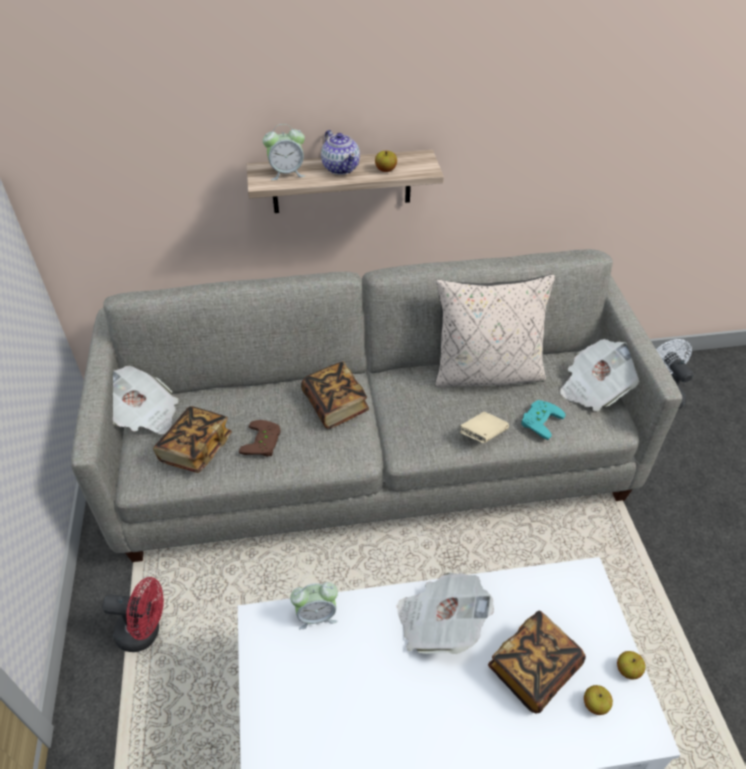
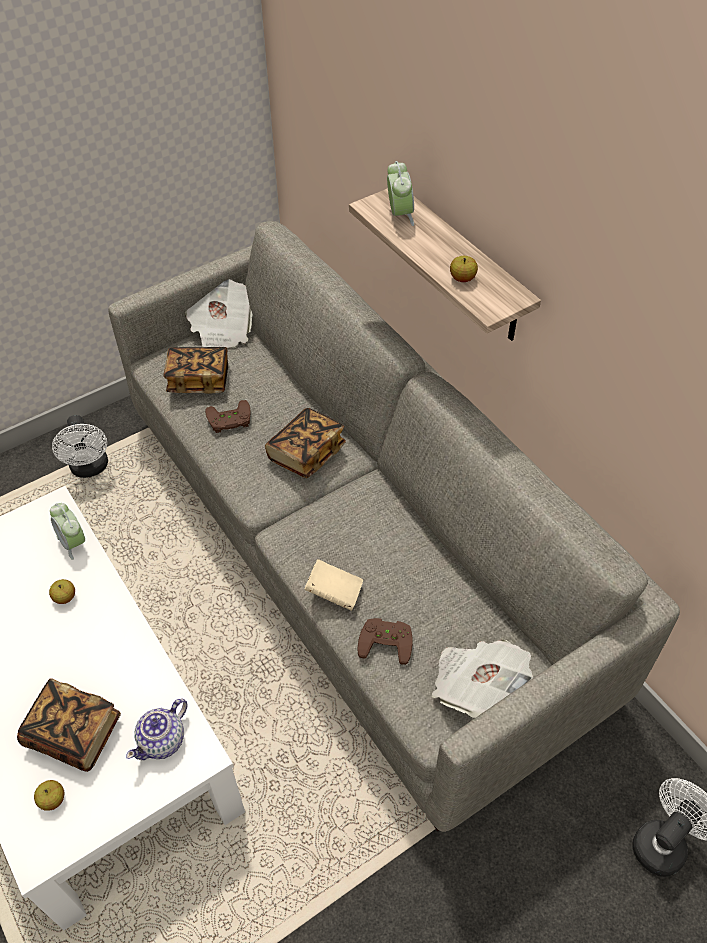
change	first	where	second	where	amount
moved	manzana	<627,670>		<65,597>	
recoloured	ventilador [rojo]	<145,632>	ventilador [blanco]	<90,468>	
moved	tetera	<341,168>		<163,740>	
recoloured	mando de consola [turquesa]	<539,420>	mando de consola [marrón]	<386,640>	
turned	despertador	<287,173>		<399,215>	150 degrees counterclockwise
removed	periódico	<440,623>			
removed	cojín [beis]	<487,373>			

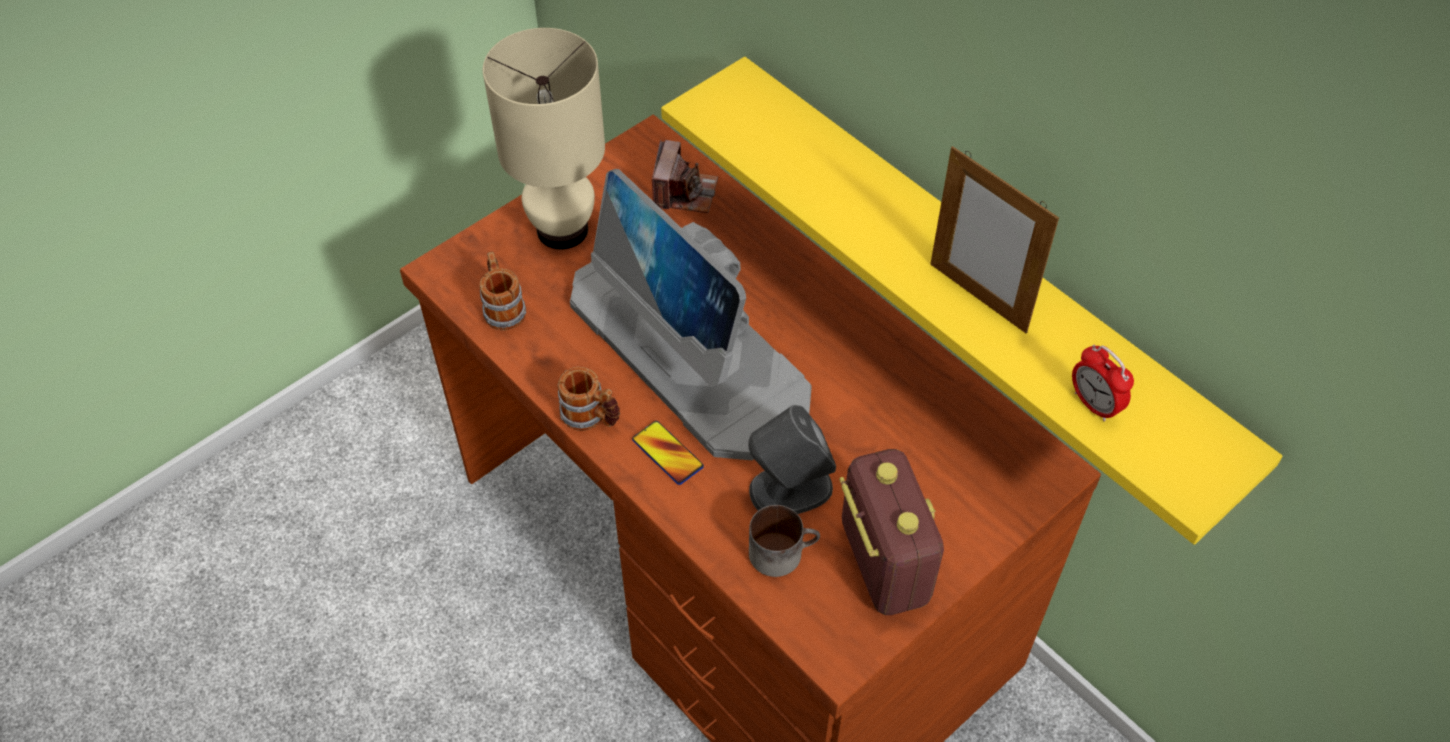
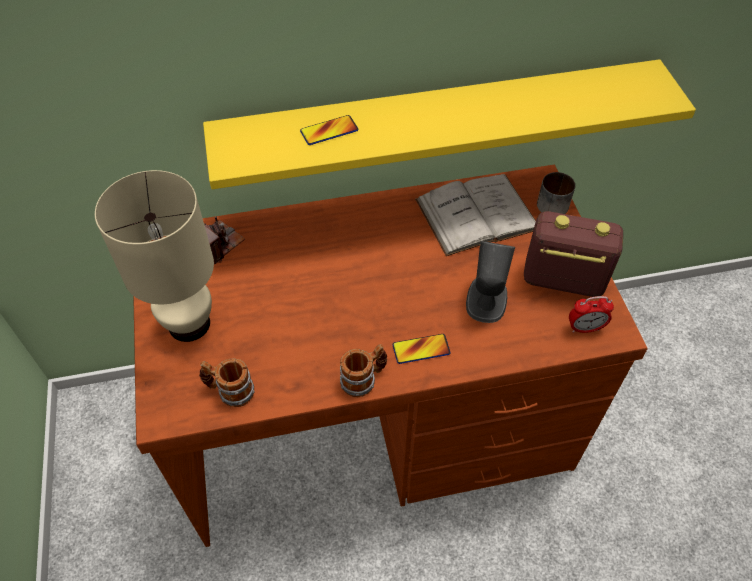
change	first	where	second	where	amount
added			móvil	<329,131>	
added			libro [blanco]	<477,214>	
moved	taza grande	<782,551>		<552,202>	
moved	despertador	<1094,404>		<585,328>	
removed	monitor	<689,349>			
removed	portarretratos	<978,297>			

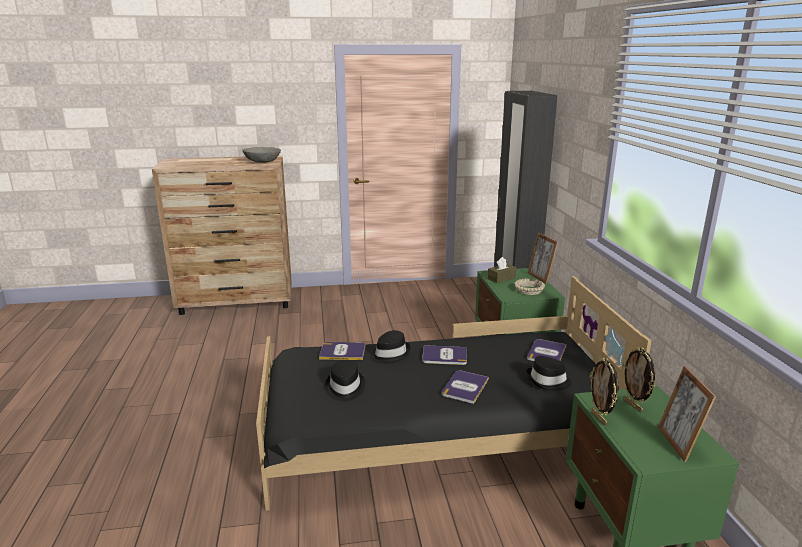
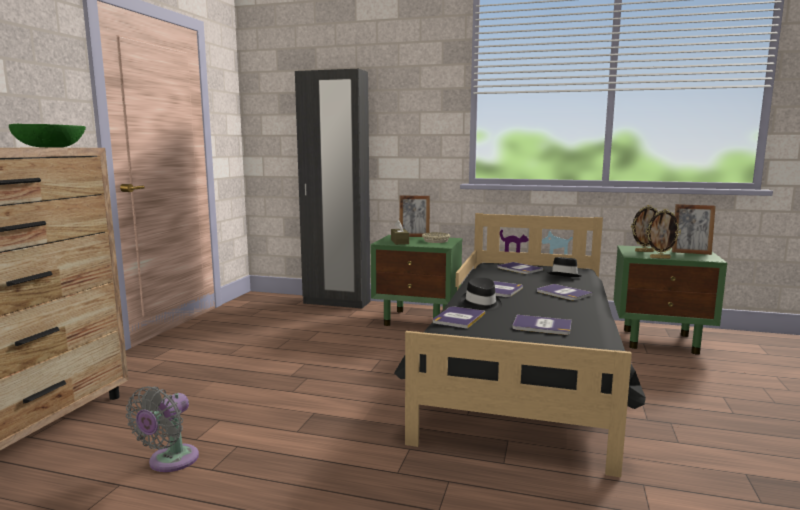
change	first	where	second	where	amount
recoloured	cuenco [gris]	<262,161>	cuenco [verde]	<49,147>	
added			ventilador [gris]	<170,462>	
replaced	sombrero [negro]	<344,387>	libro	<542,326>	

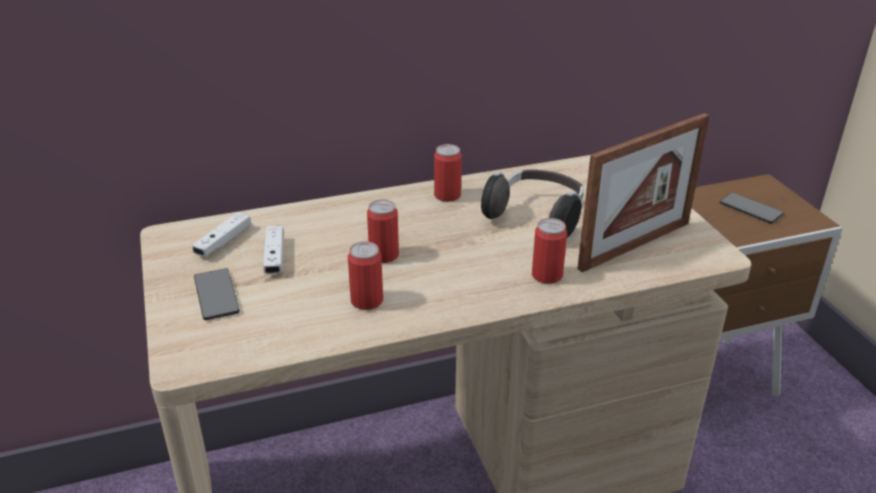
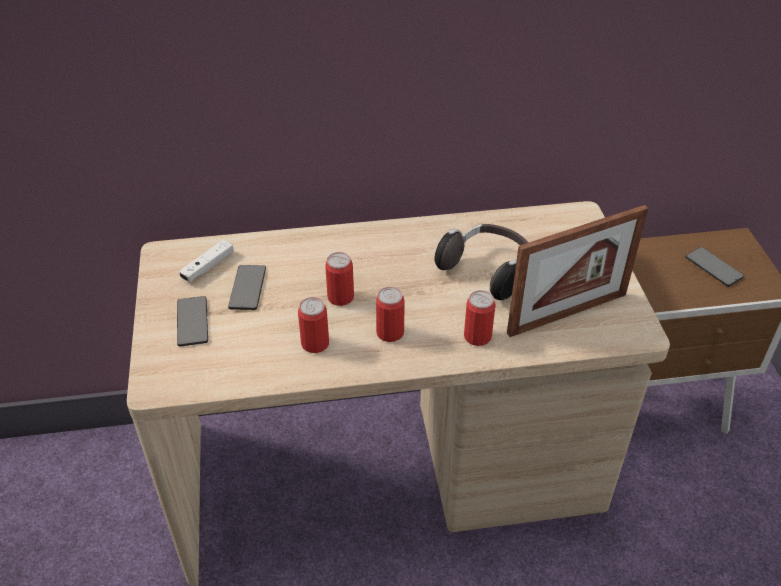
change	first	where	second	where	amount
replaced	mando de consola [blanco]	<274,257>	móvil	<247,288>	
moved	lata	<447,195>		<390,333>	

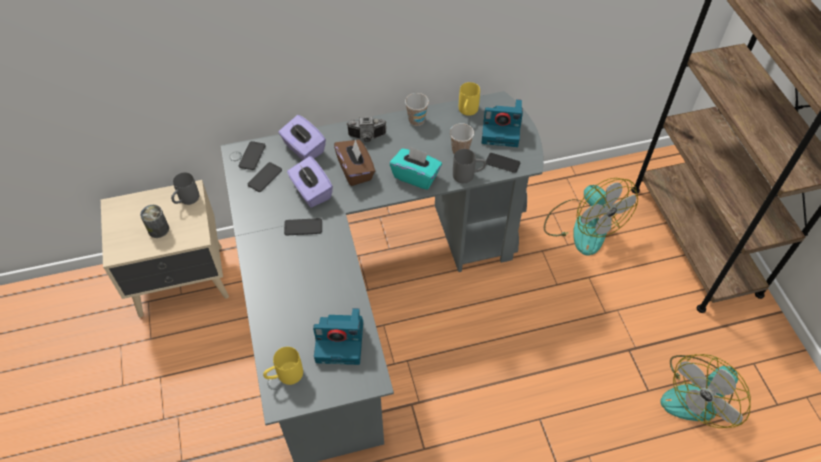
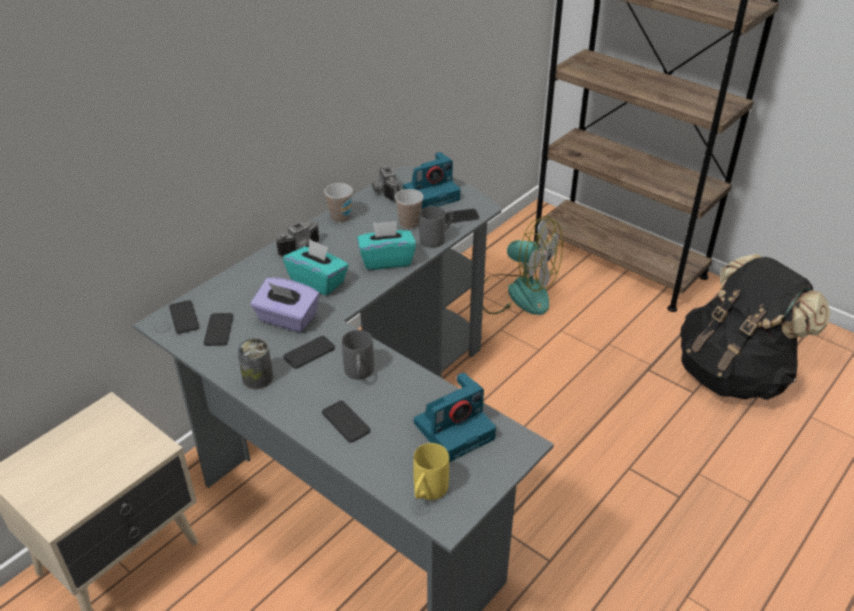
change	first	where	second	where	amount
moved	lata	<158,229>		<258,378>	
recoloured	caja de pañuelos [marrón]	<355,170>	caja de pañuelos [turquesa]	<318,281>	
added			móvil	<346,422>	
moved	taza grande [gris]	<186,200>		<359,374>	
replaced	taza grande [amarillo]	<467,112>	cámara	<384,193>	
replaced	ventilador	<698,395>	mochila [negro]	<733,374>	
removed	caja de pañuelos [morado]	<303,149>			

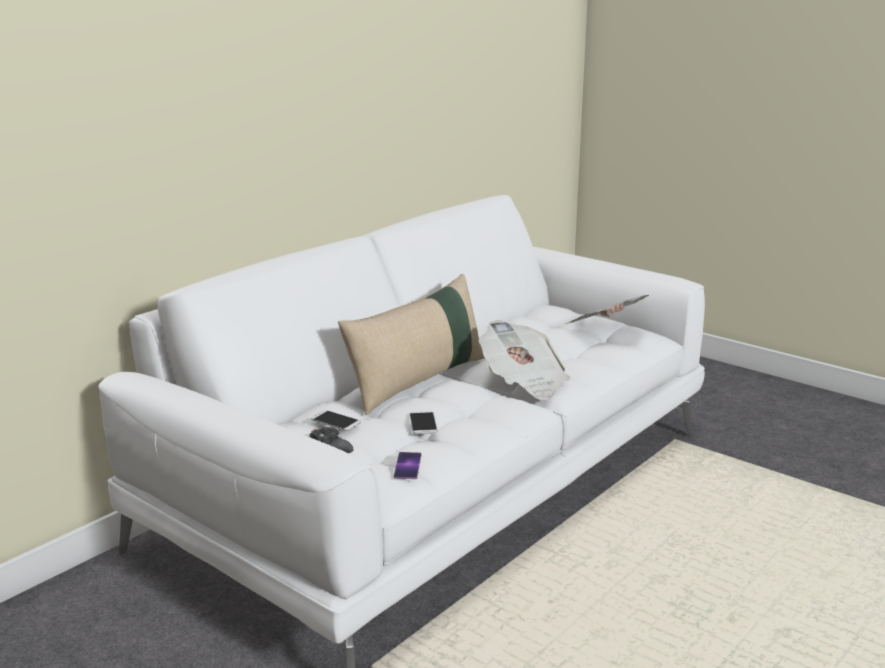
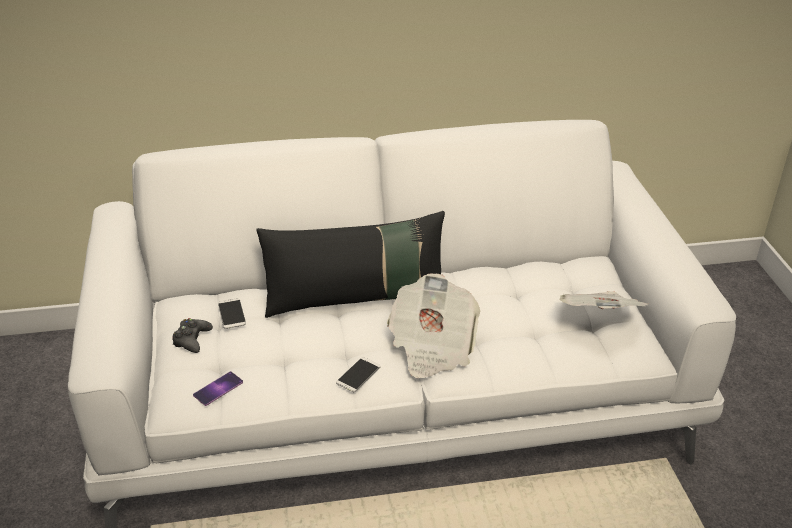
change	first	where	second	where	amount
recoloured	cojín [beis]	<417,381>	cojín [negro]	<355,299>	
moved	móvil	<423,423>		<358,375>	

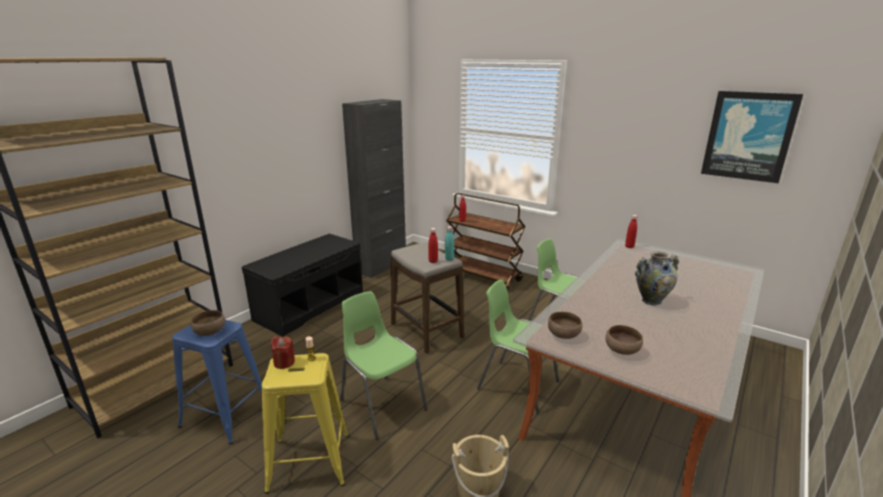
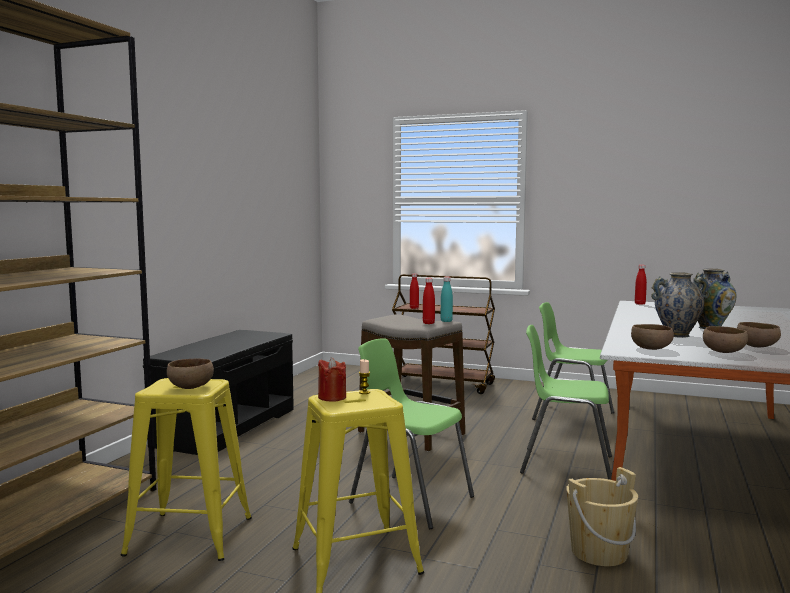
change	first	where	second	where	amount
recoloured	taburete [azul]	<226,415>	taburete [amarillo]	<189,536>	
added			florero	<677,335>	
added			cuenco [marrón]	<758,346>	
removed	armario [negro]	<381,266>			
removed	cuadro	<748,136>			

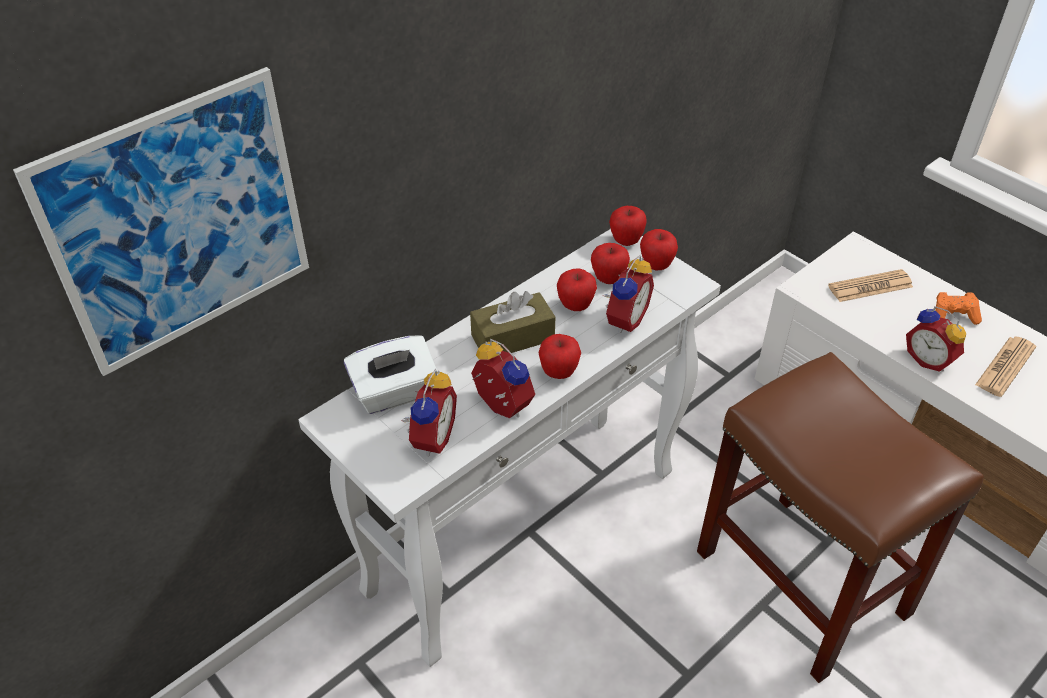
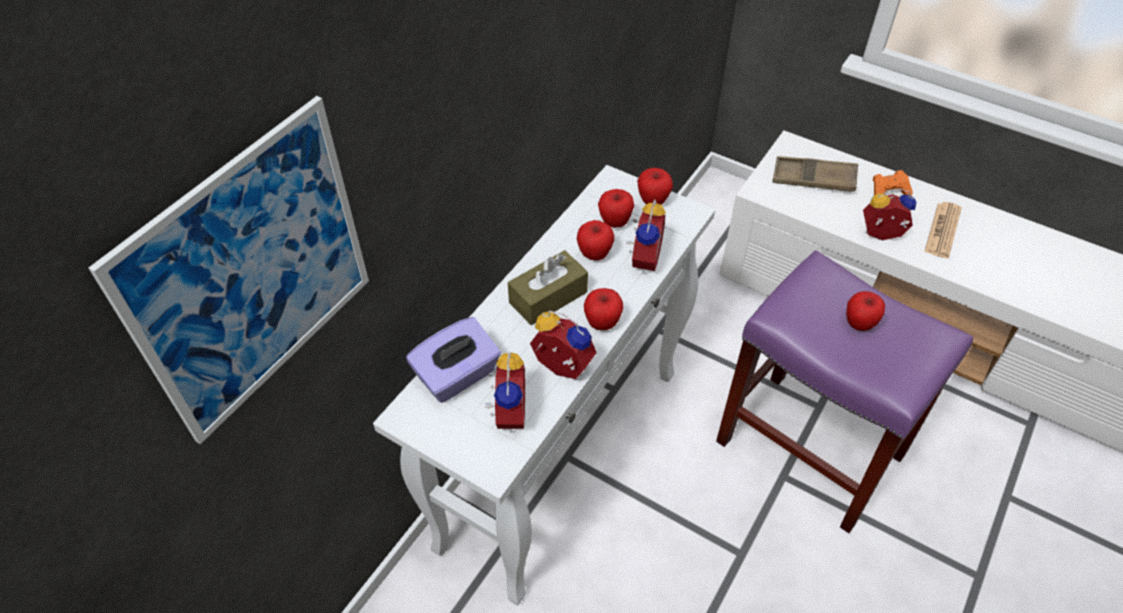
change	first	where	second	where	amount
recoloured	caja de pañuelos [blanco]	<395,393>	caja de pañuelos [morado]	<457,376>	
recoloured	taburete [marrón]	<804,583>	taburete [morado]	<812,448>	
replaced	periódico	<870,287>	bandeja [marrón]	<813,179>	
moved	manzana	<626,241>		<859,324>	
turned	despertador	<929,359>		<881,236>	150 degrees clockwise

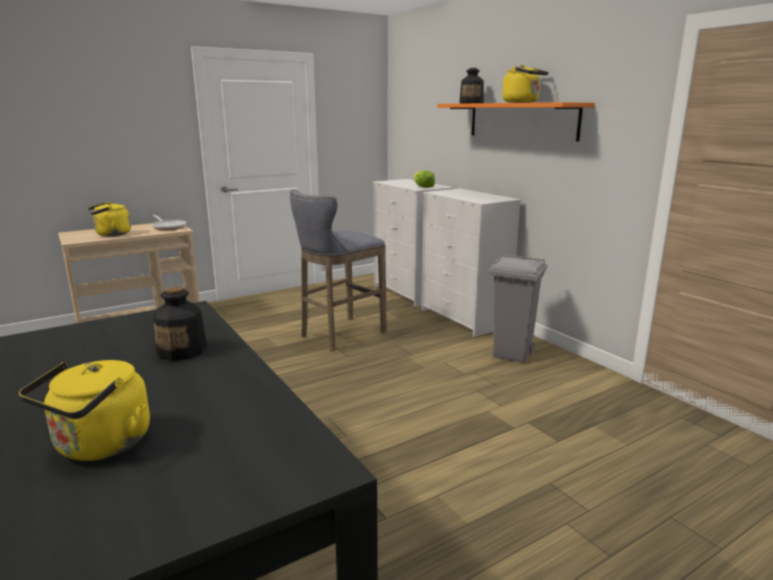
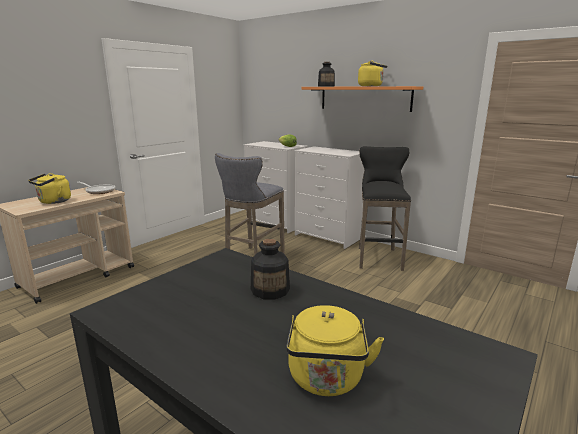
change	first	where	second	where	amount
replaced	papelera [gris]	<512,355>	taburete [negro]	<378,257>	

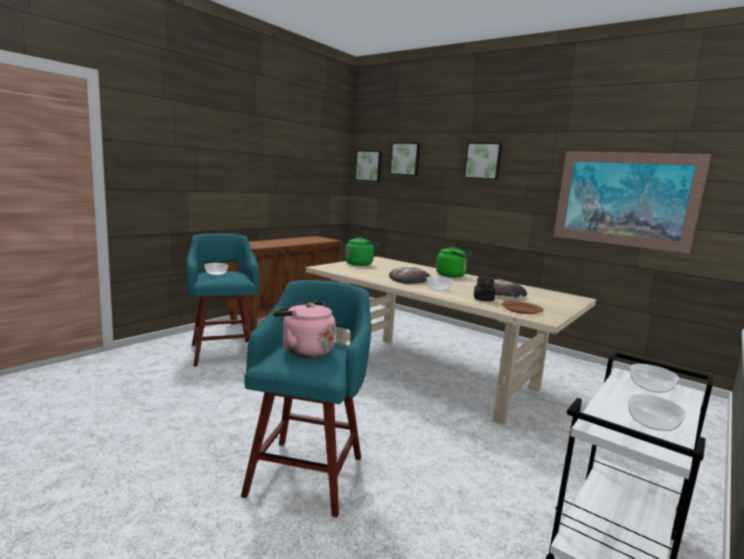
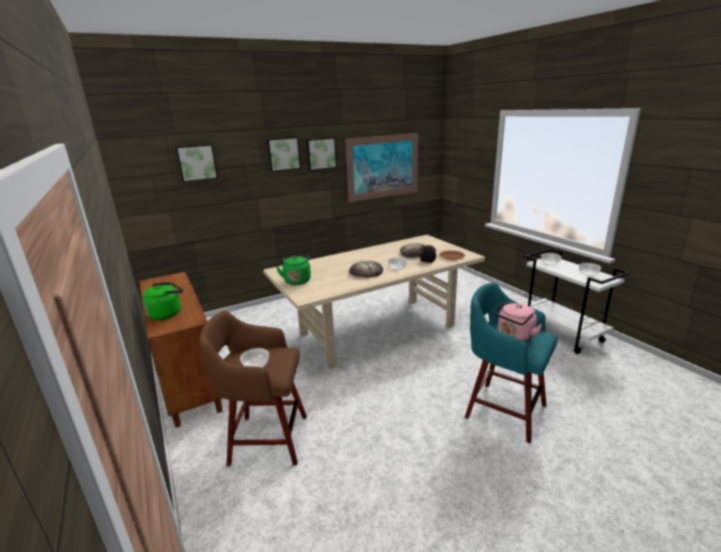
change	first	where	second	where	amount
moved	hervidor [verde]	<452,275>		<167,313>	
recoloured	taburete [turquesa]	<223,351>	taburete [marrón]	<266,439>	
moved	cuadro	<369,166>		<321,153>	

